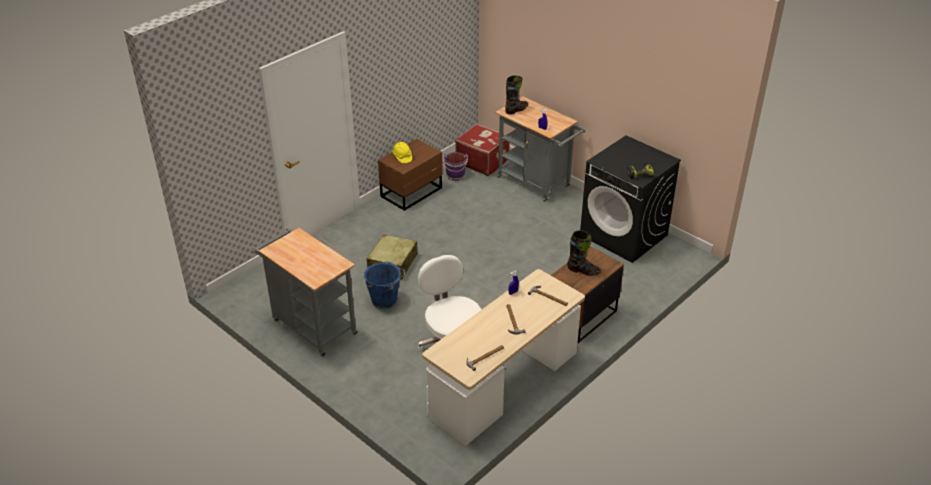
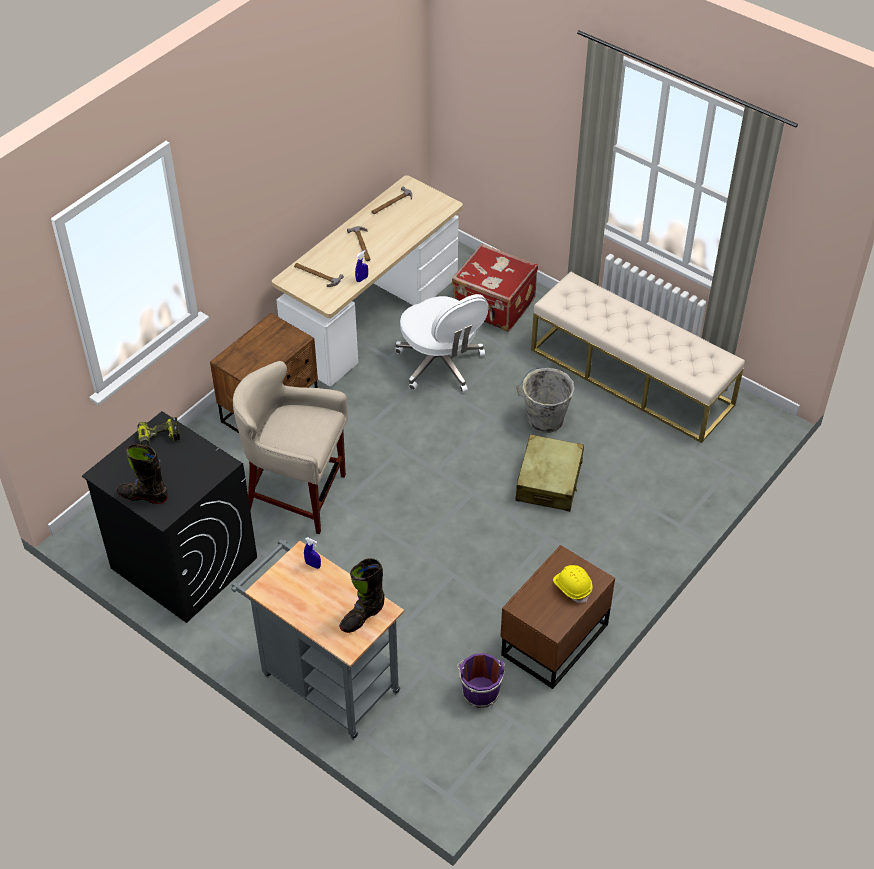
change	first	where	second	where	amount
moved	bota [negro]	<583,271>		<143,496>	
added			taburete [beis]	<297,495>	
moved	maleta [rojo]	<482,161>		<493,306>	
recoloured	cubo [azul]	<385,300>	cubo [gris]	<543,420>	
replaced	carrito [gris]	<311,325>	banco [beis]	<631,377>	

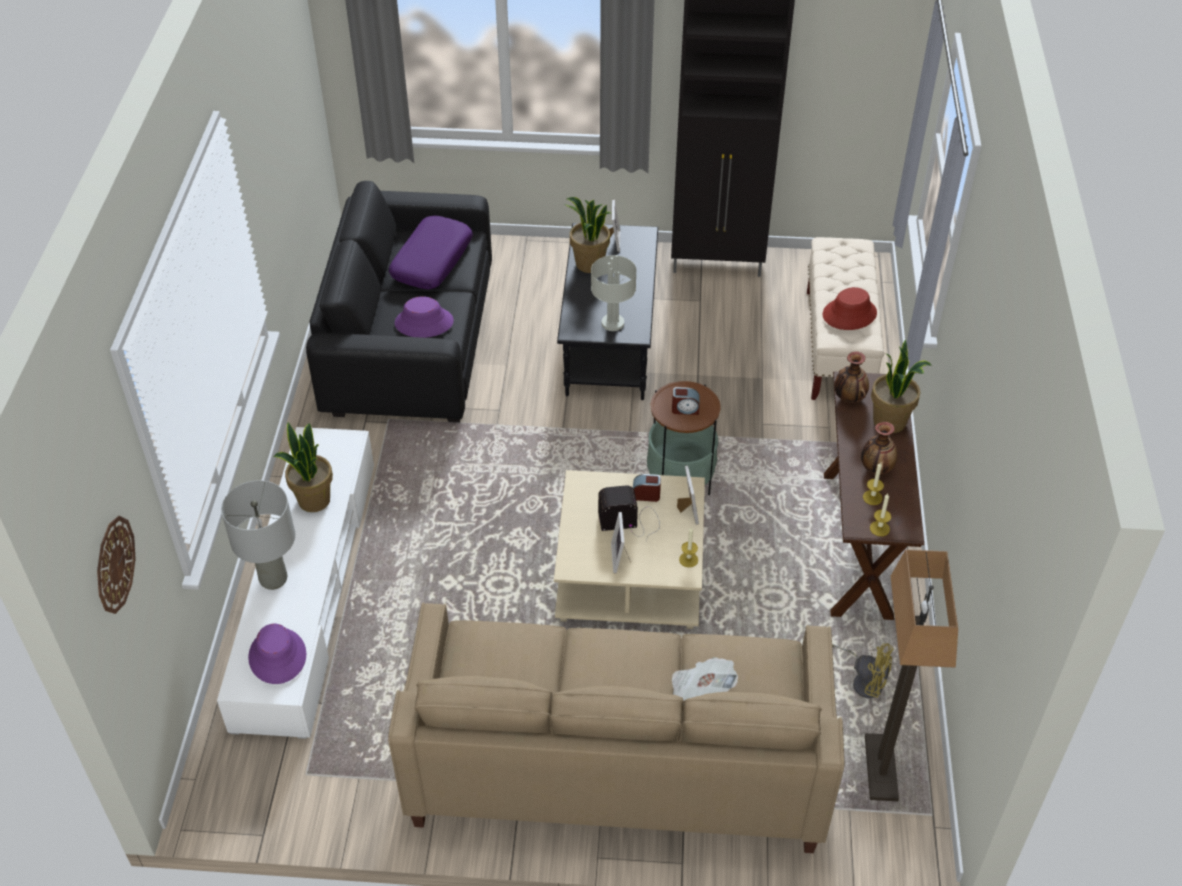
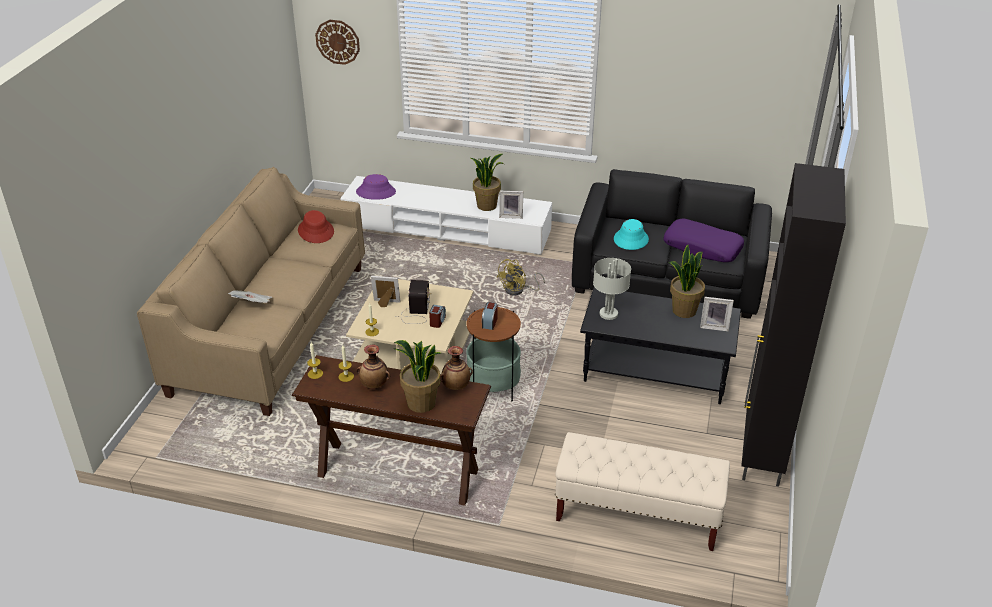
change	first	where	second	where	amount
moved	sombrero [rojo]	<849,314>		<316,231>	
moved	ventilador [amarillo]	<864,681>		<518,290>	
moved	portarretratos	<686,510>		<511,215>	
recoloured	sombrero [morado]	<424,323>	sombrero [turquesa]	<630,239>	
removed	lámpara de mesa [gris]	<273,579>			
removed	lámpara de pie	<880,768>			

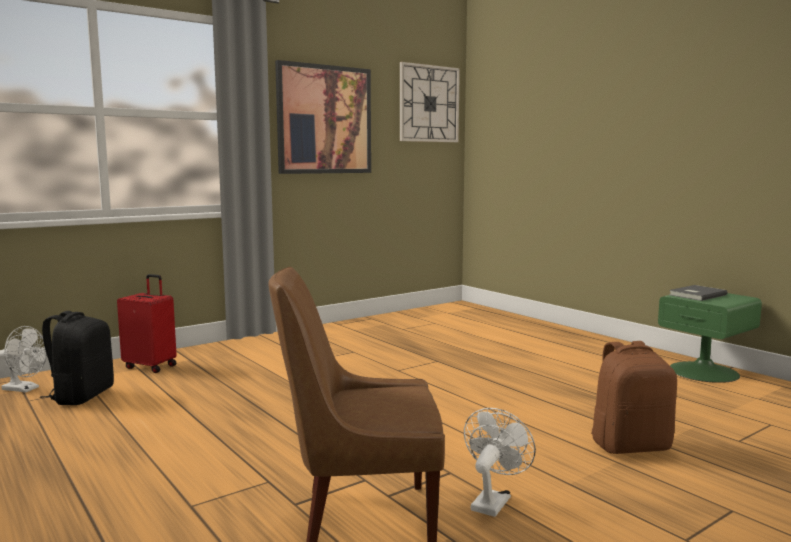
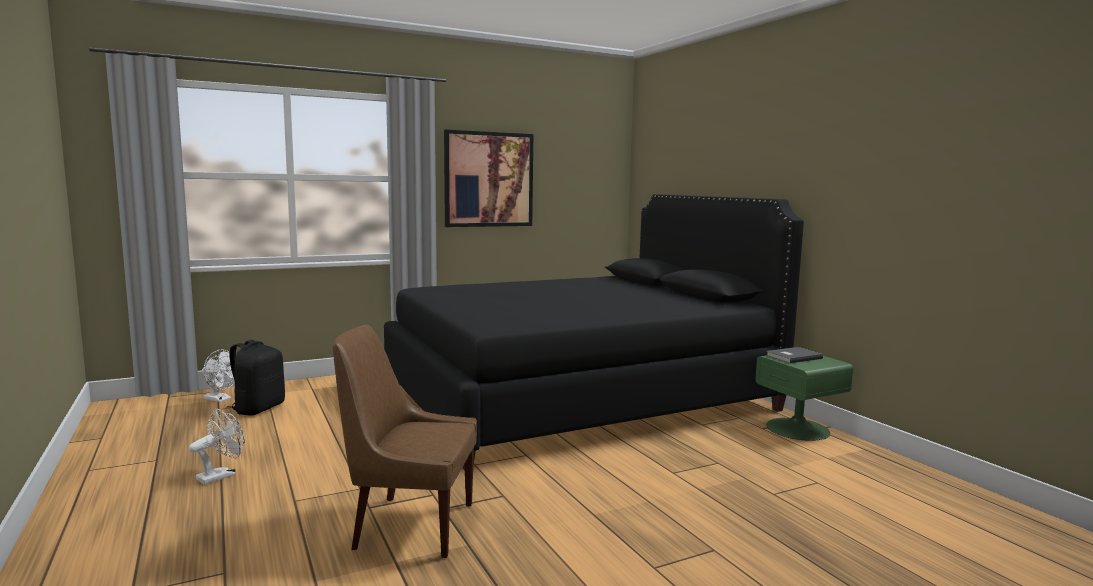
change	first	where	second	where	amount
moved	ventilador [blanco]	<493,501>		<221,475>	
added			cama [negro]	<577,397>	
removed	maleta [rojo]	<151,366>			
removed	reloj de pared	<429,104>			
removed	mochila [marrón]	<630,446>			

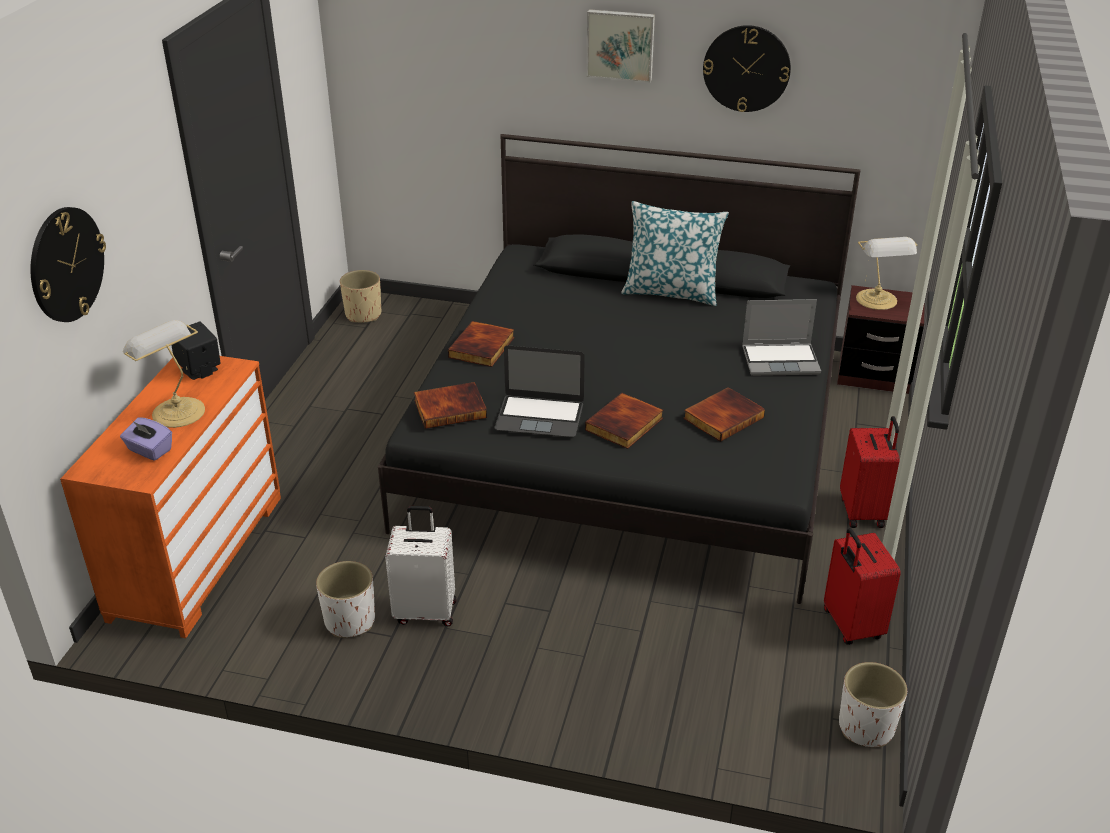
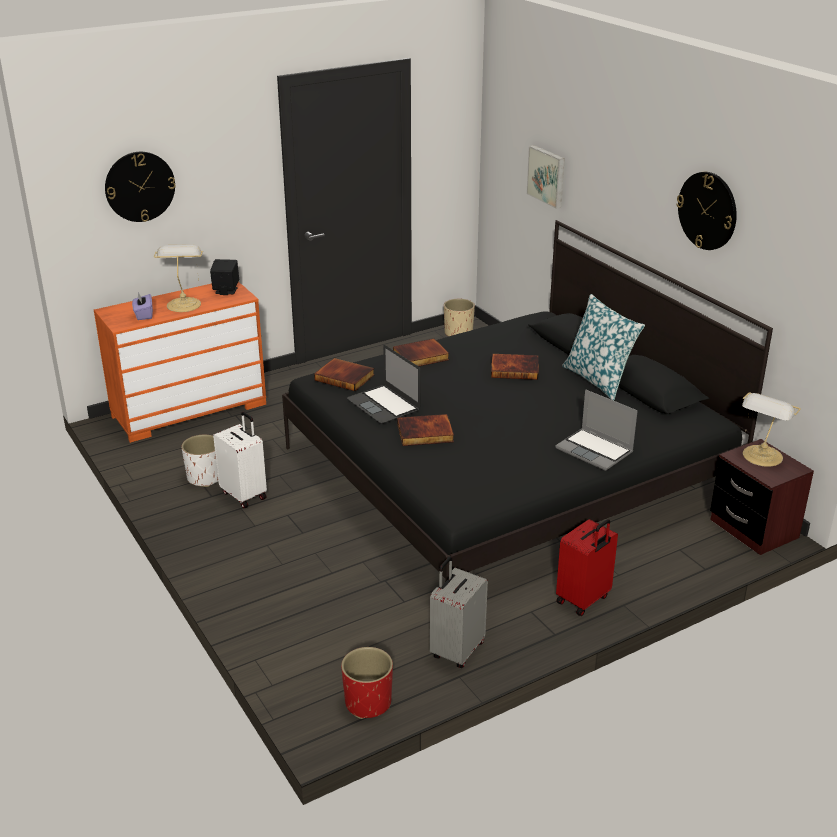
change	first	where	second	where	amount
recoloured	maceta [blanco]	<865,726>	maceta [rojo]	<368,702>	
recoloured	maleta [rojo]	<850,625>	maleta [gris]	<456,650>	
moved	libro	<723,417>		<515,369>	
moved	cuadro	<620,44>		<547,176>	

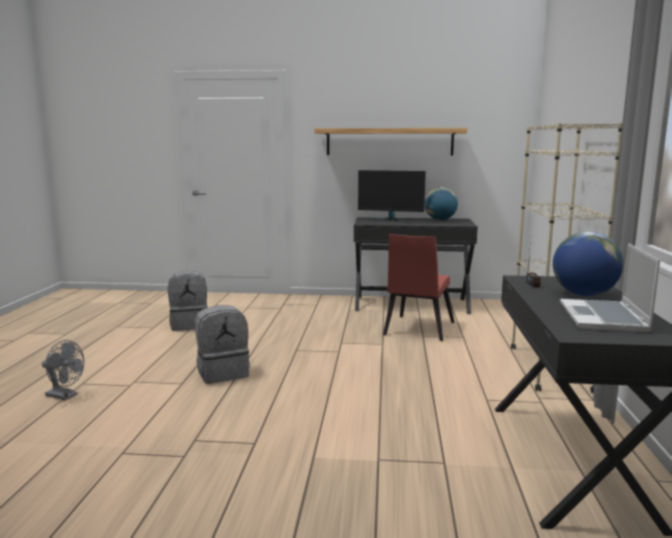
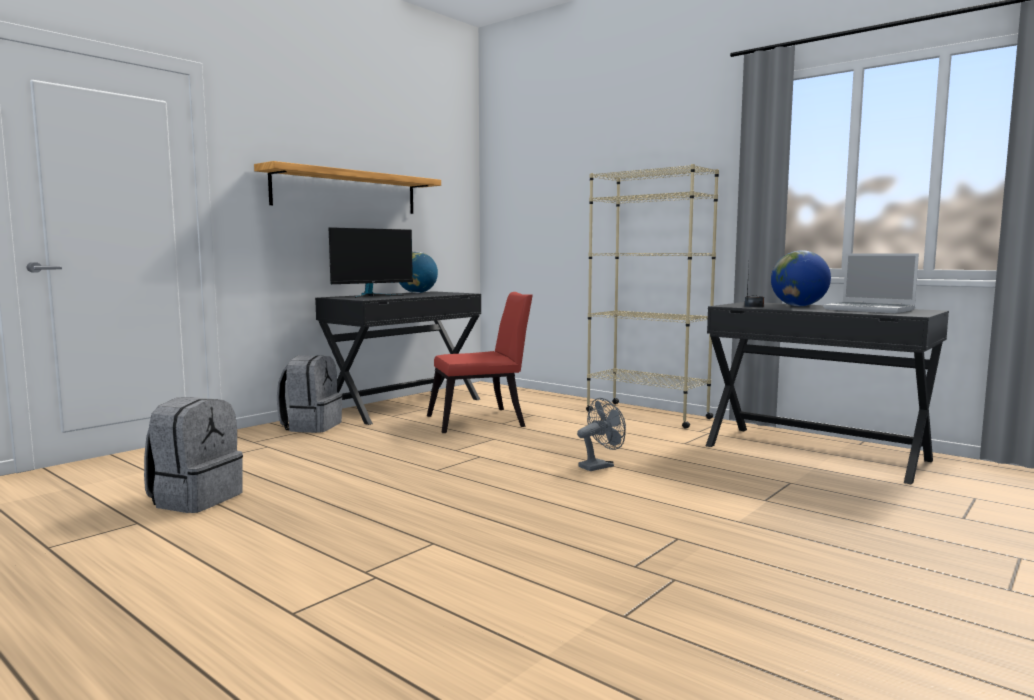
change	first	where	second	where	amount
moved	mochila [gris]	<223,373>		<311,426>	
turned	silla [rojo]	<417,330>		<482,421>	75 degrees counterclockwise
moved	ventilador [gris]	<65,396>		<600,466>	

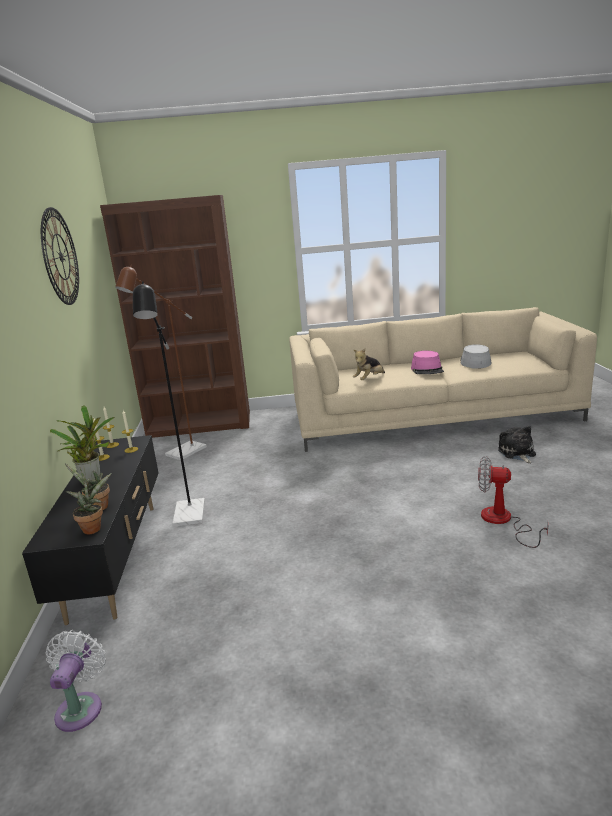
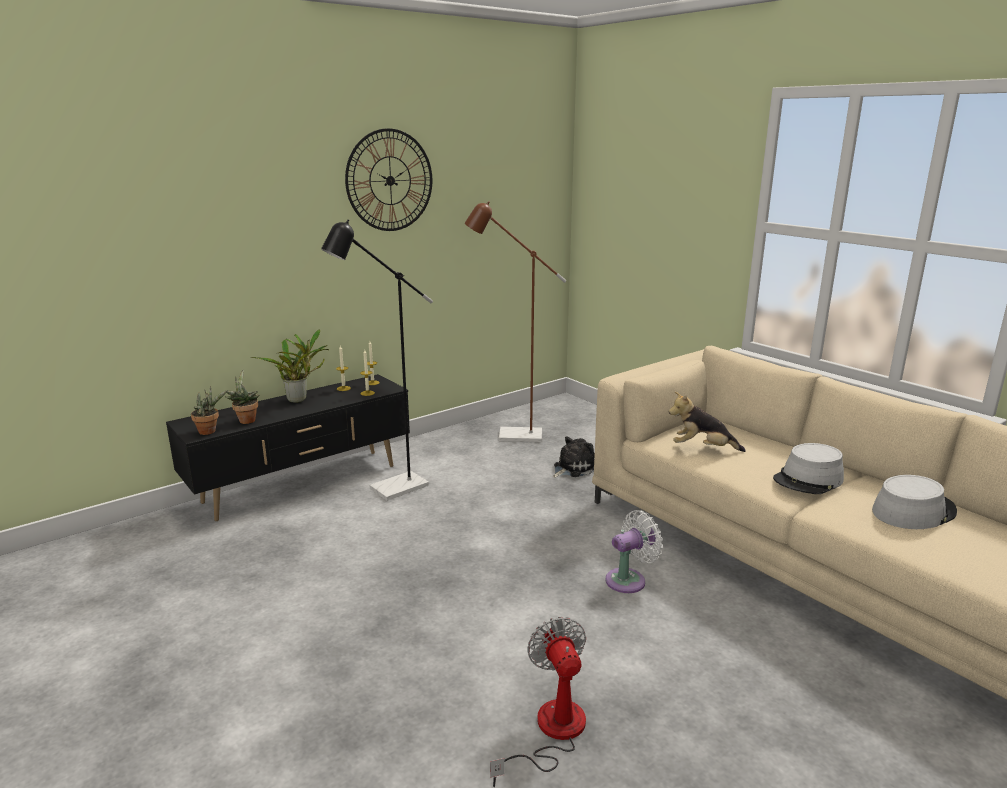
change	first	where	second	where	amount
moved	peluche	<517,453>		<572,468>	
moved	ventilador [blanco]	<81,707>		<629,580>	
recoloured	sombrero [rosa]	<427,369>	sombrero [gris]	<808,479>	
removed	estantería [marrón]	<200,425>			

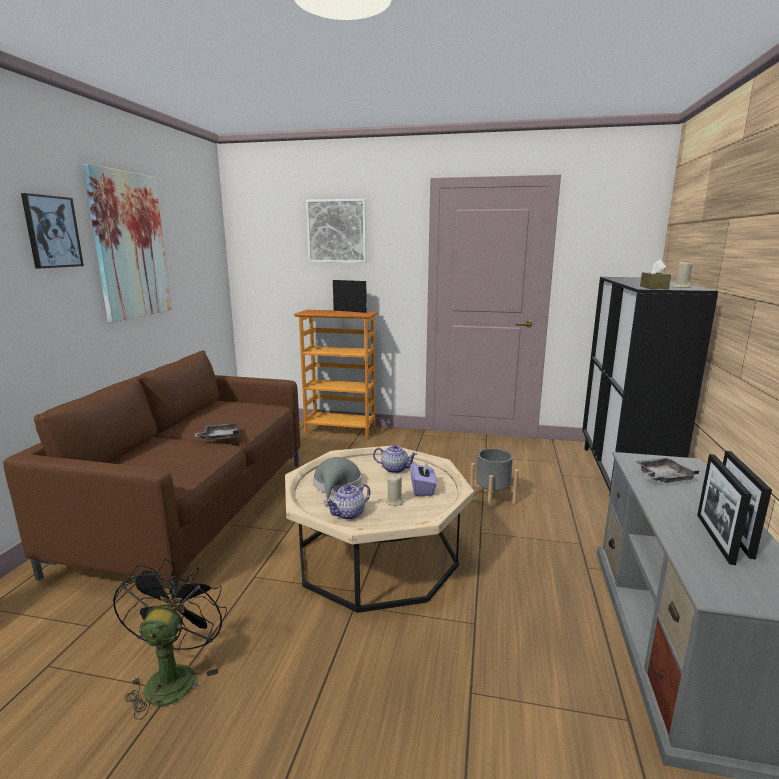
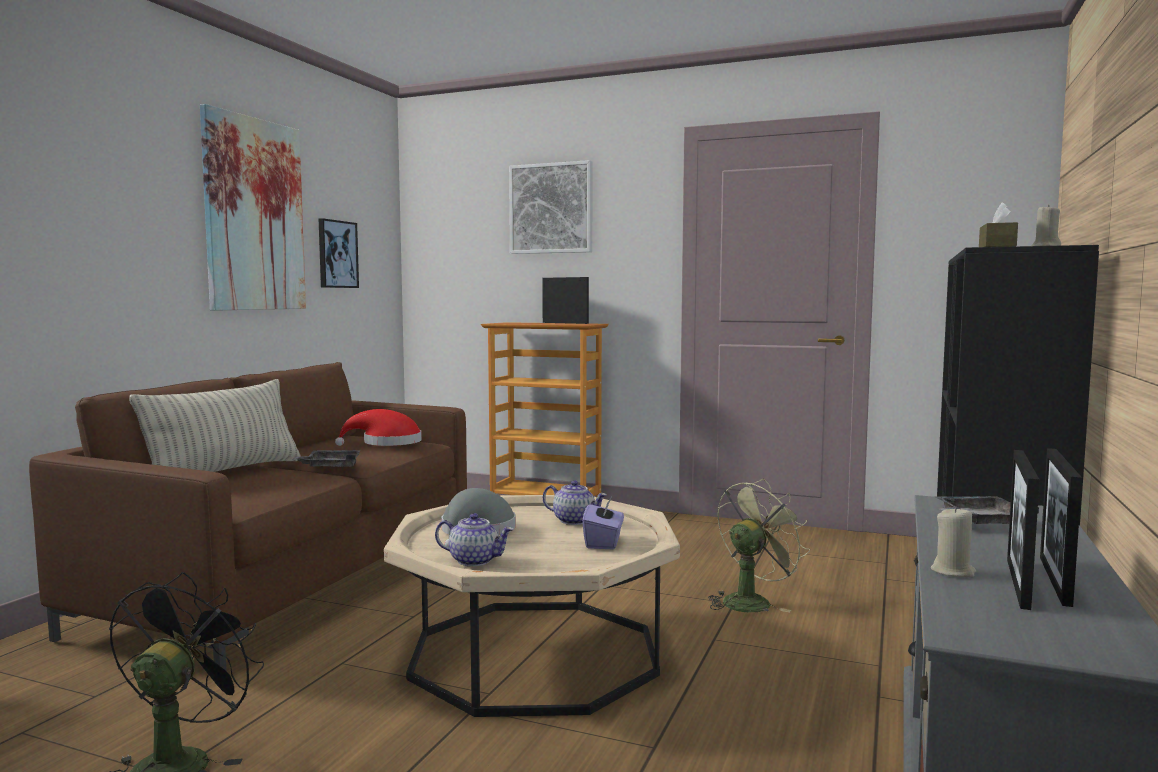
change	first	where	second	where	amount
added			cojín	<225,473>	
moved	cuadro	<52,232>		<337,254>	
added			sombrero [rojo]	<387,443>	
turned	tetera	<348,514>		<475,560>	135 degrees counterclockwise
replaced	maceta [gris]	<492,499>	ventilador [verde]	<751,601>	
moved	vela [beis]	<395,502>		<953,571>	

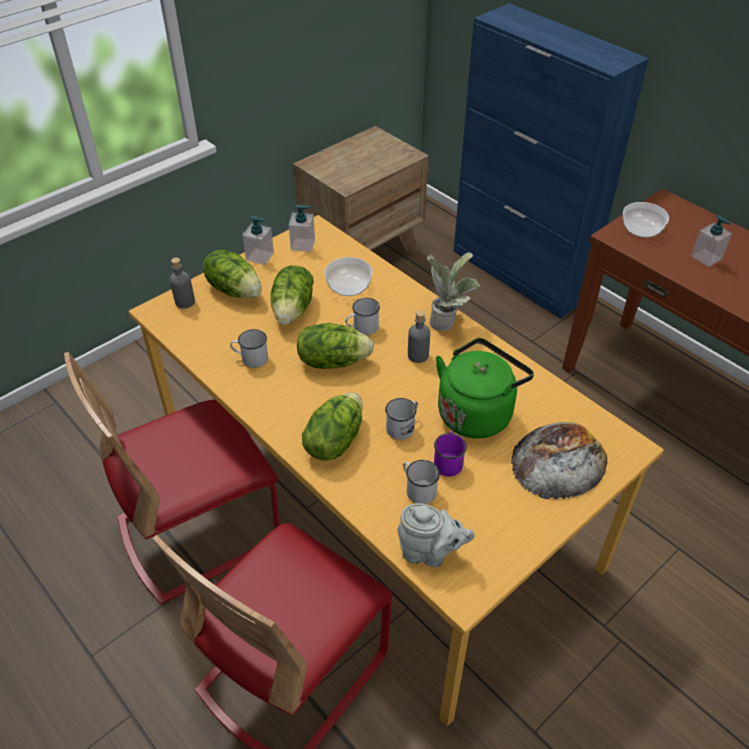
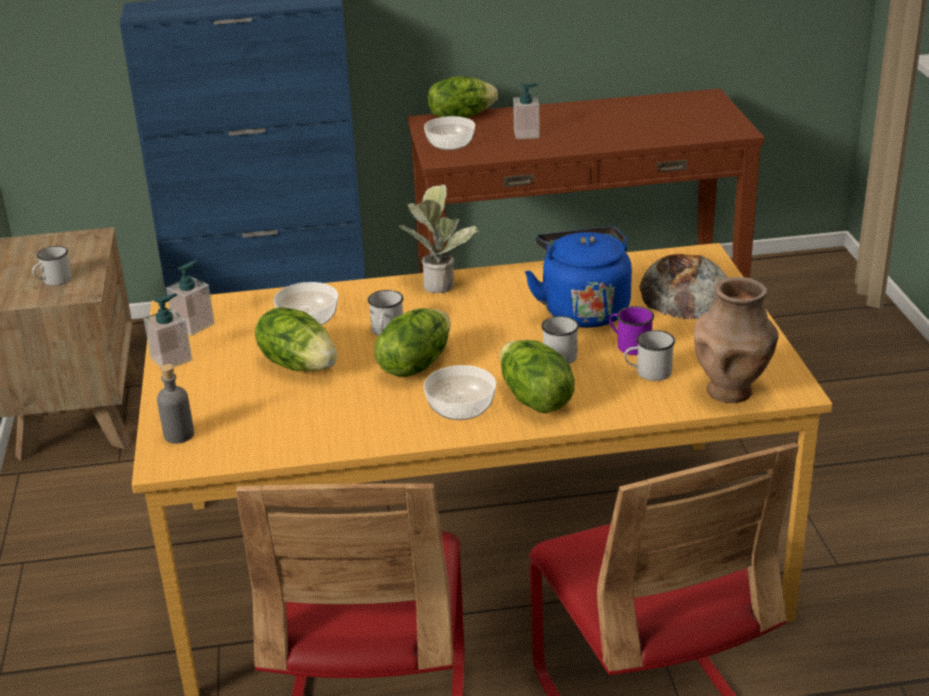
change	first	where	second	where	amount
moved	taza grande [blanco]	<250,358>		<53,281>	
added			cuenco	<462,408>	
moved	lechuga	<235,289>		<460,116>	
recoloured	hervidor [verde]	<477,412>	hervidor [azul]	<583,309>	
replaced	tetera [gris]	<429,552>	florero [marrón]	<731,391>	
removed	botella [gris]	<418,355>			

